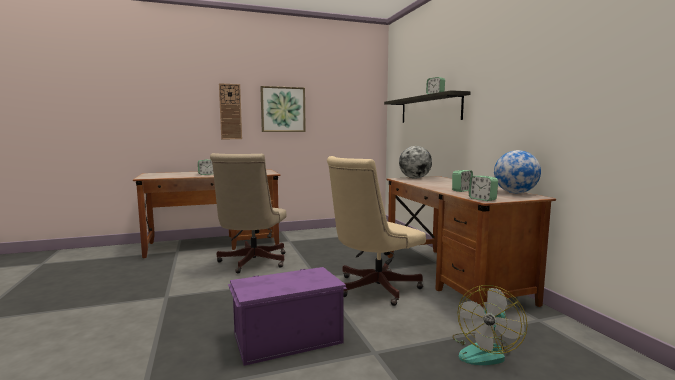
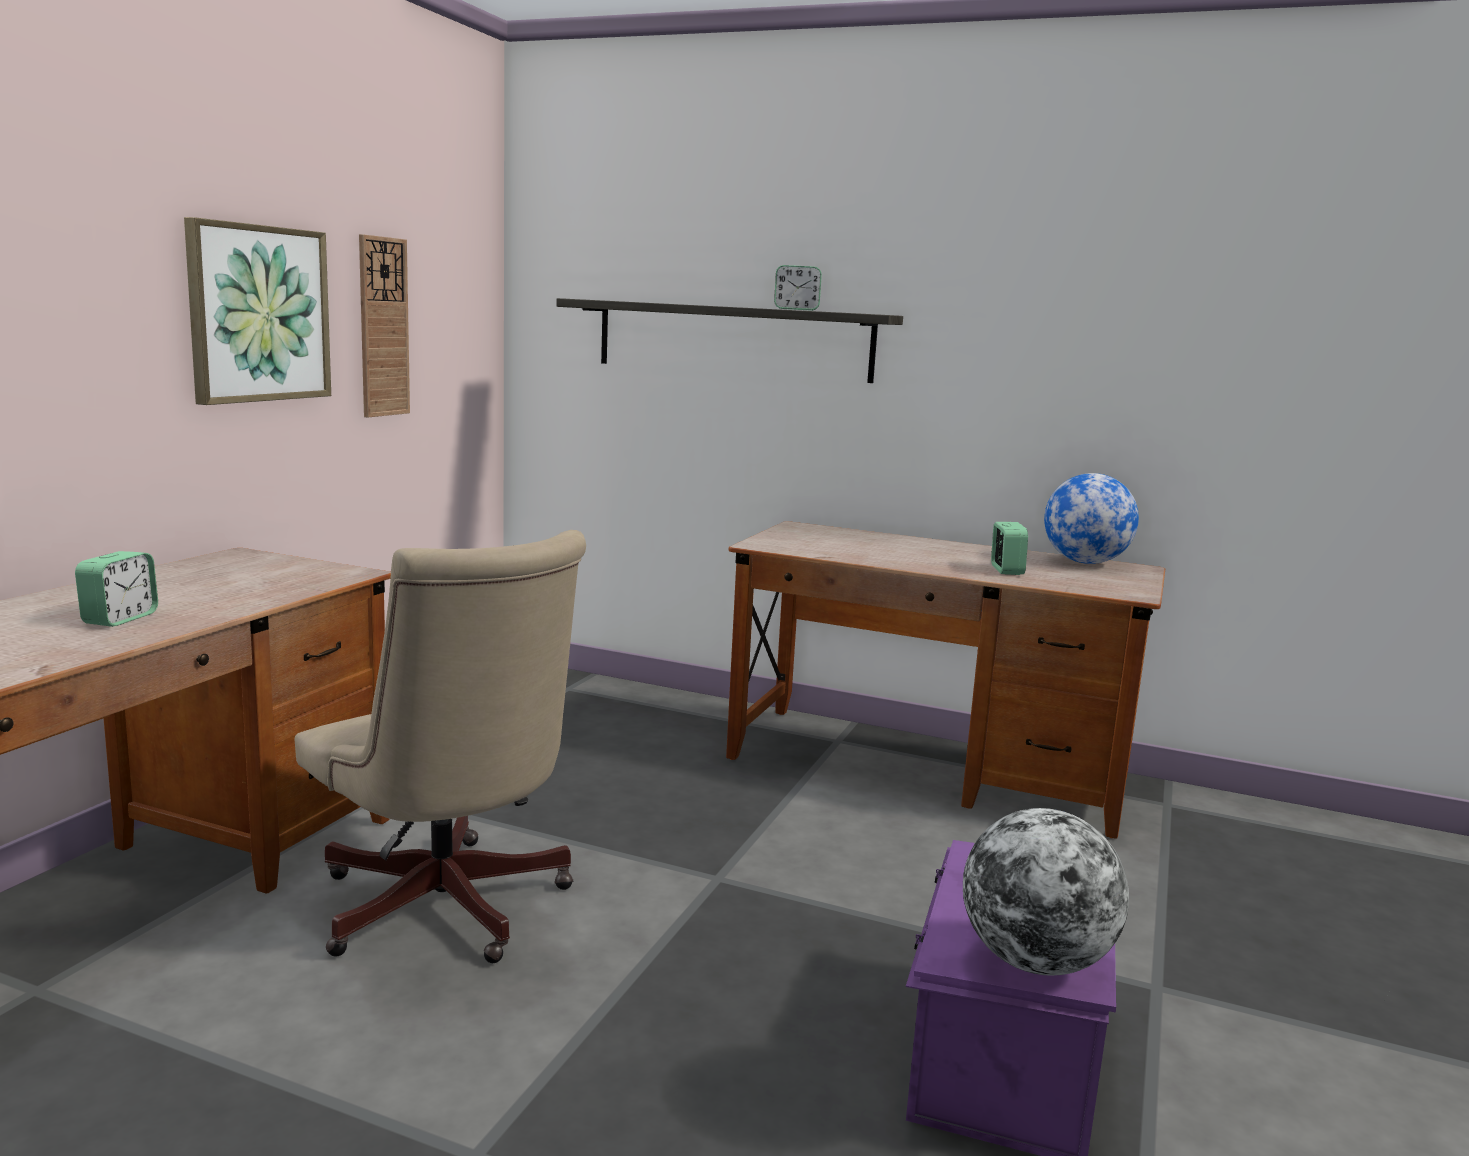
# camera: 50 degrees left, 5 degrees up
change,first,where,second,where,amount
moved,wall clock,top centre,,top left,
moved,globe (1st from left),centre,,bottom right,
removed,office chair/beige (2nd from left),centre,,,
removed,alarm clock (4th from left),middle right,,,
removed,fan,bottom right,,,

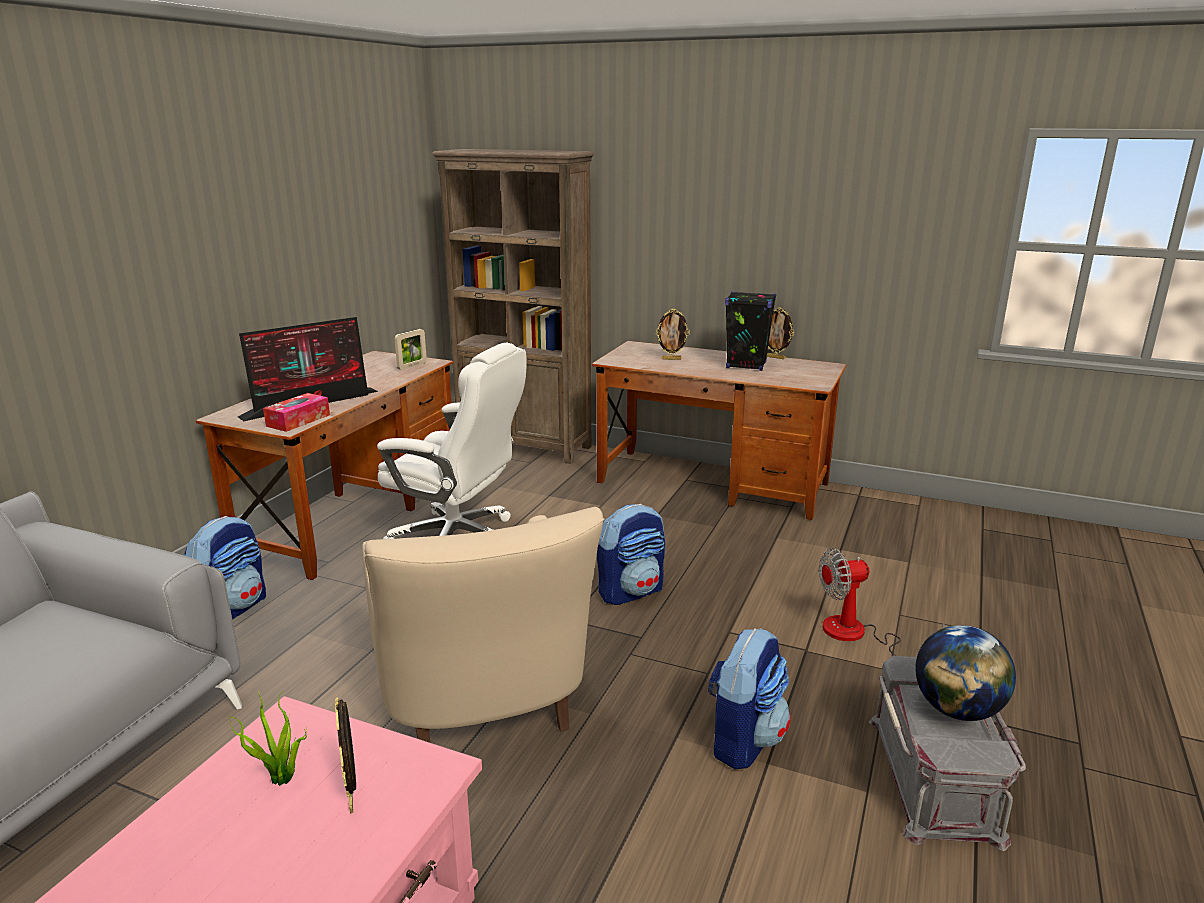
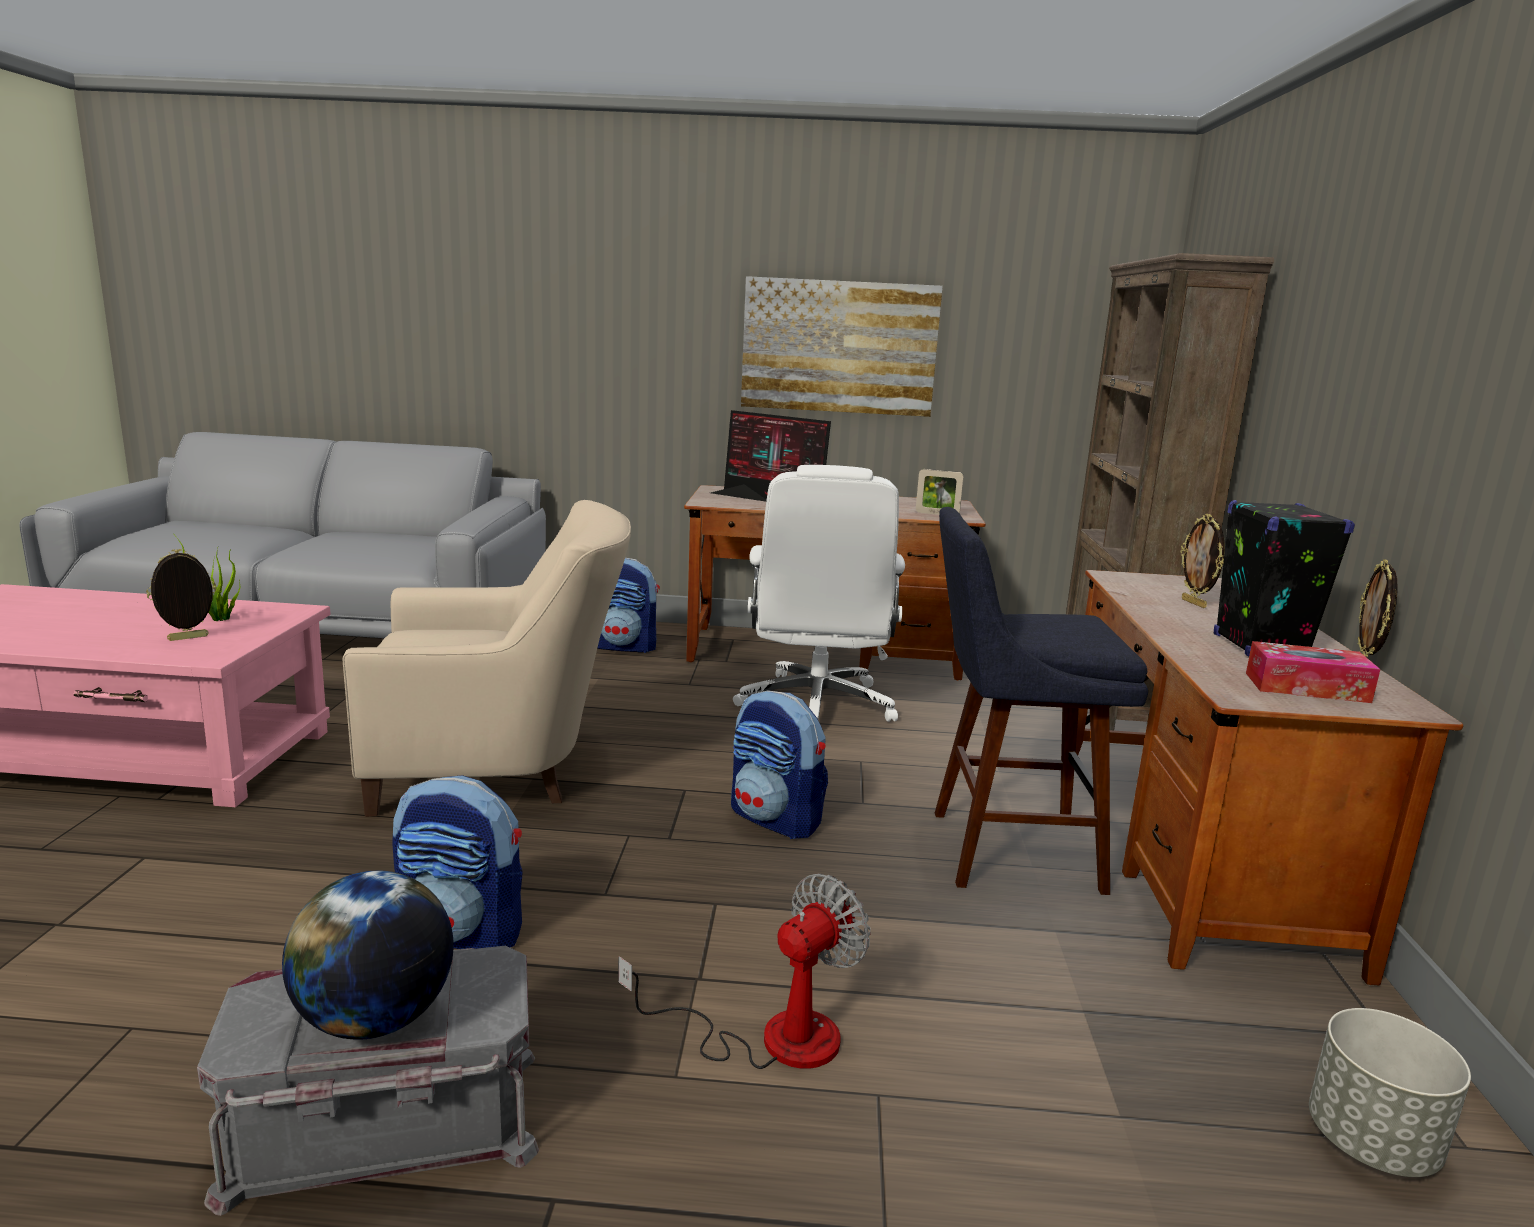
# camera: 70 degrees right, 5 degrees down
change,first,where,second,where,amount
moved,tissue box,middle left,,middle right,
turned,armchair/beige,bottom centre,,middle left,150 degrees counterclockwise
turned,fan,bottom right,,bottom centre,75 degrees clockwise
added,,,picture,top centre,
added,,,stool/blue,middle right,
added,,,planter/grey,bottom right,

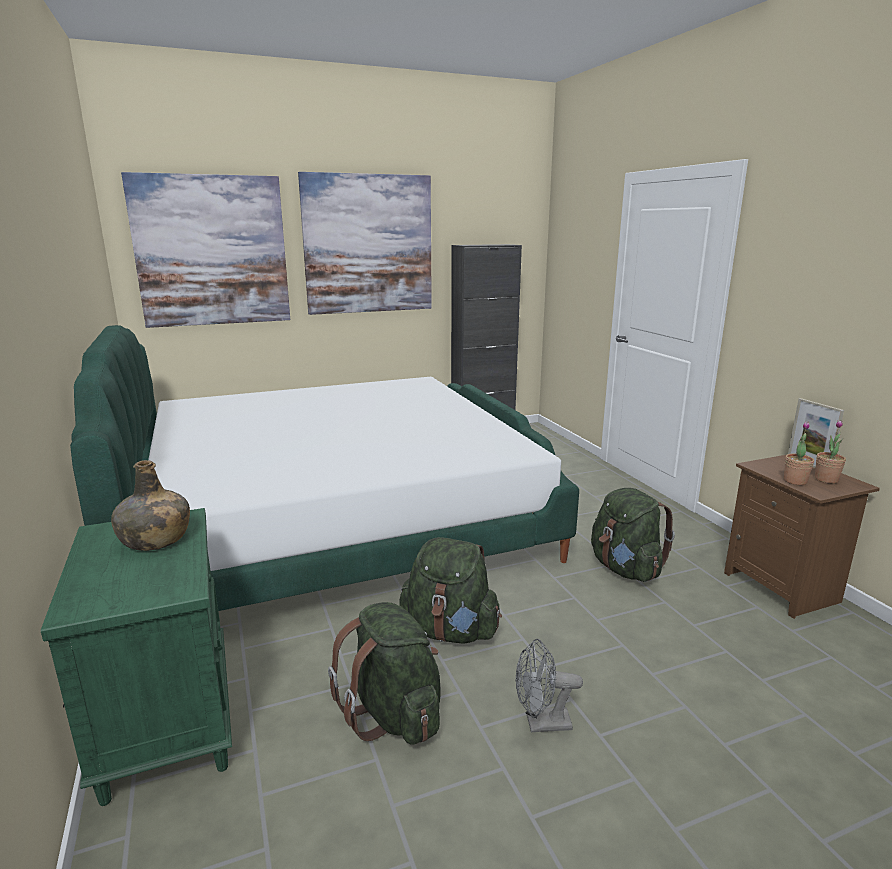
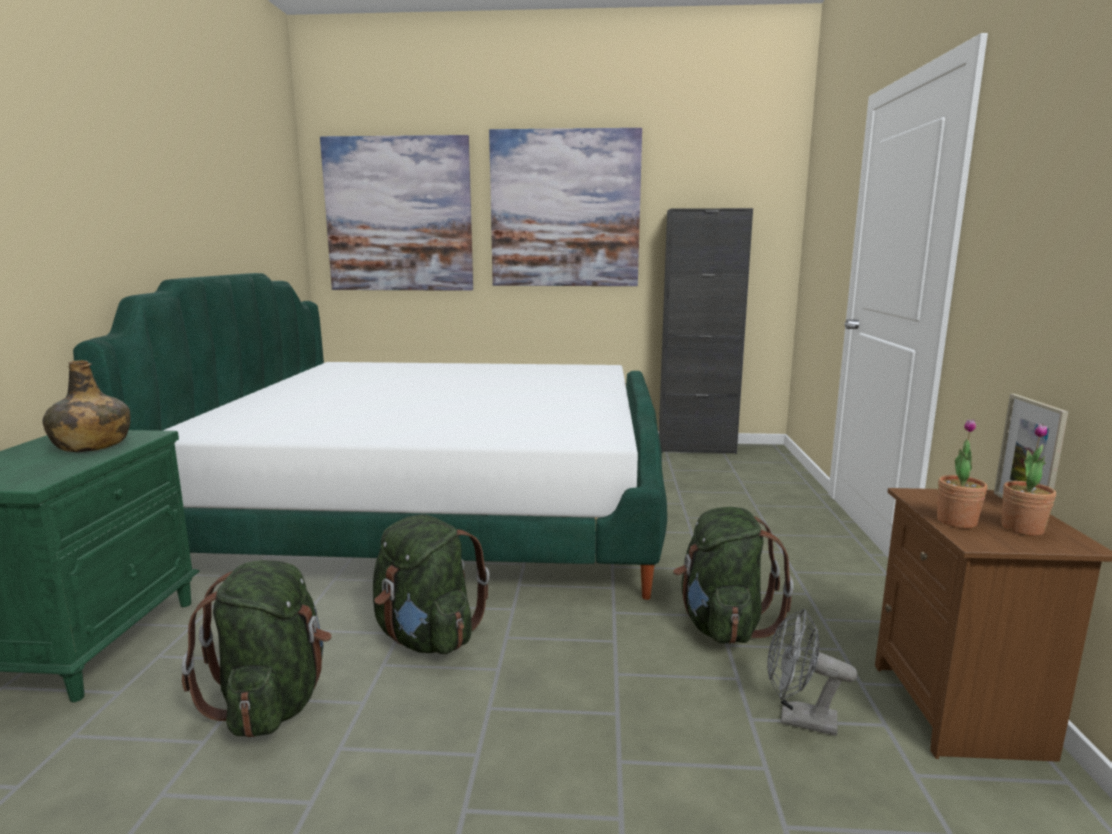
# camera: 25 degrees right, 5 degrees down
change,first,where,second,where,amount
moved,fan/grey,bottom centre,,bottom right,

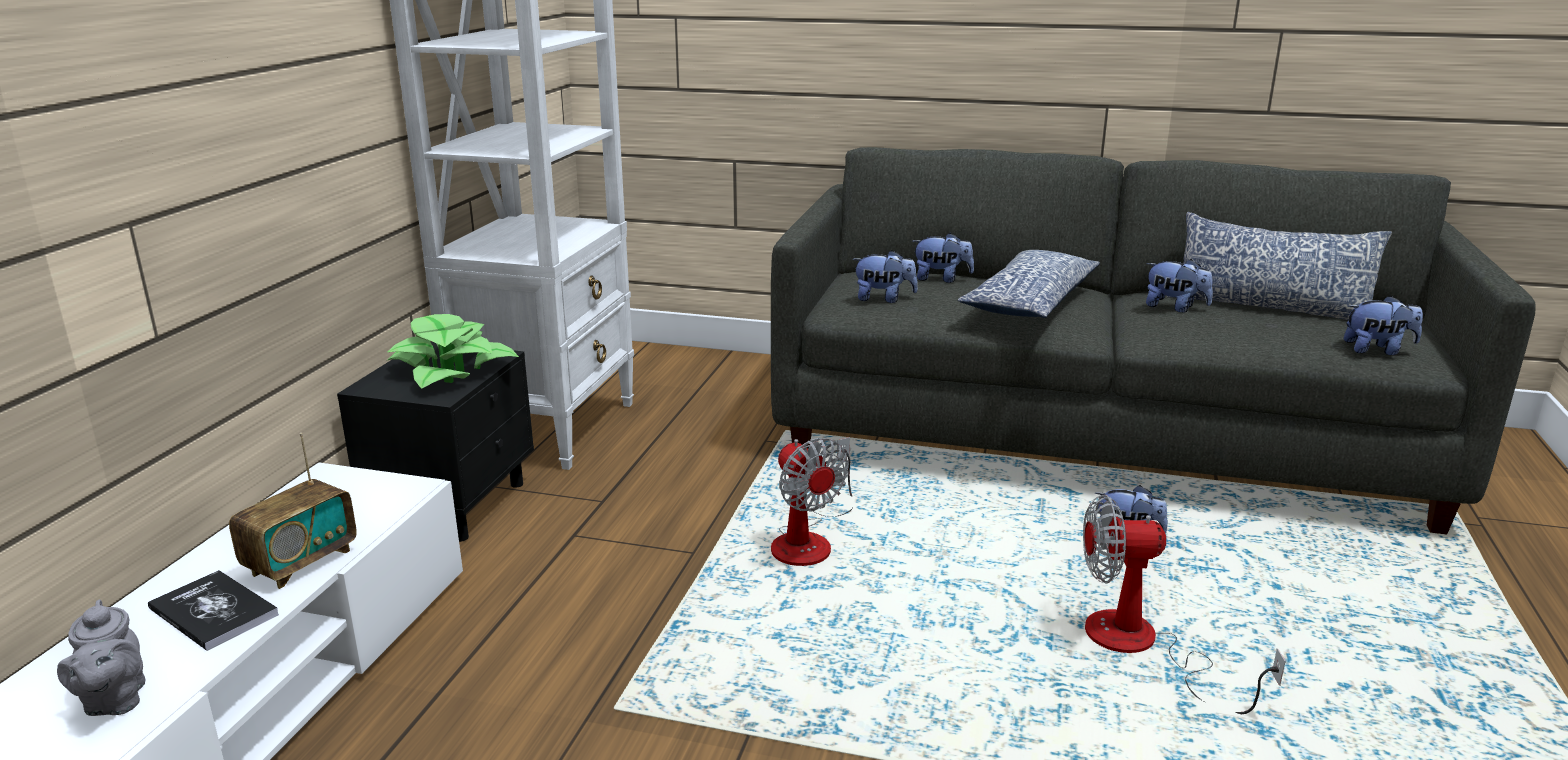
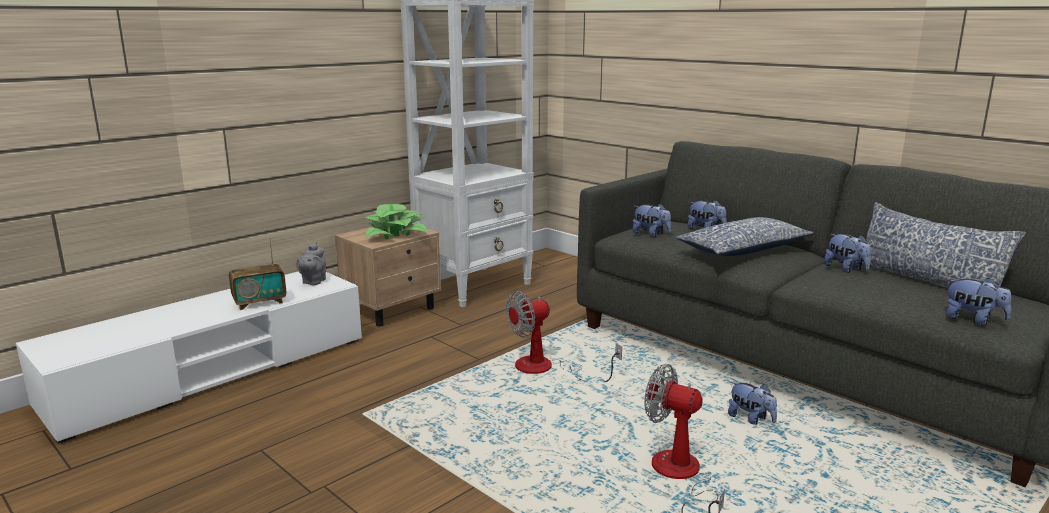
# camera: 30 degrees right, 5 degrees down
change,first,where,second,where,amount
recoloured,nightstand/black,middle left,nightstand/beige,centre,
turned,fan (1st from left),centre,,centre,60 degrees clockwise
removed,book,bottom left,,,
moved,teapot/grey,bottom left,,middle left,

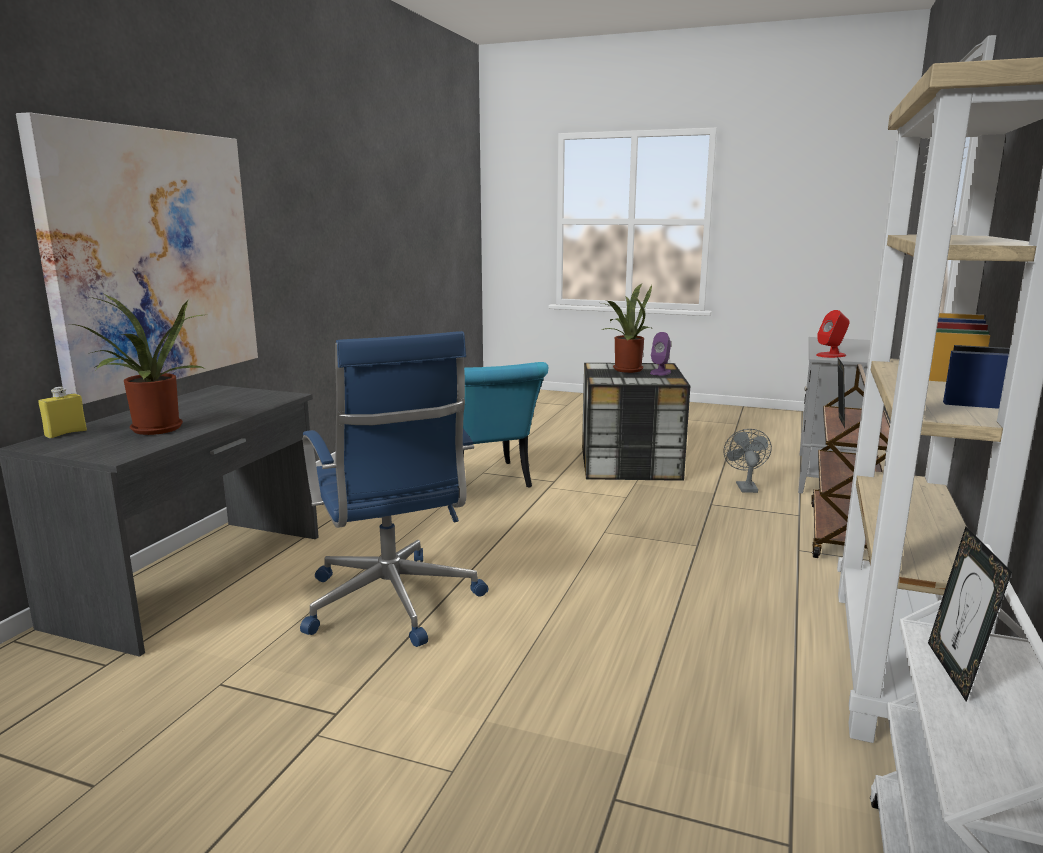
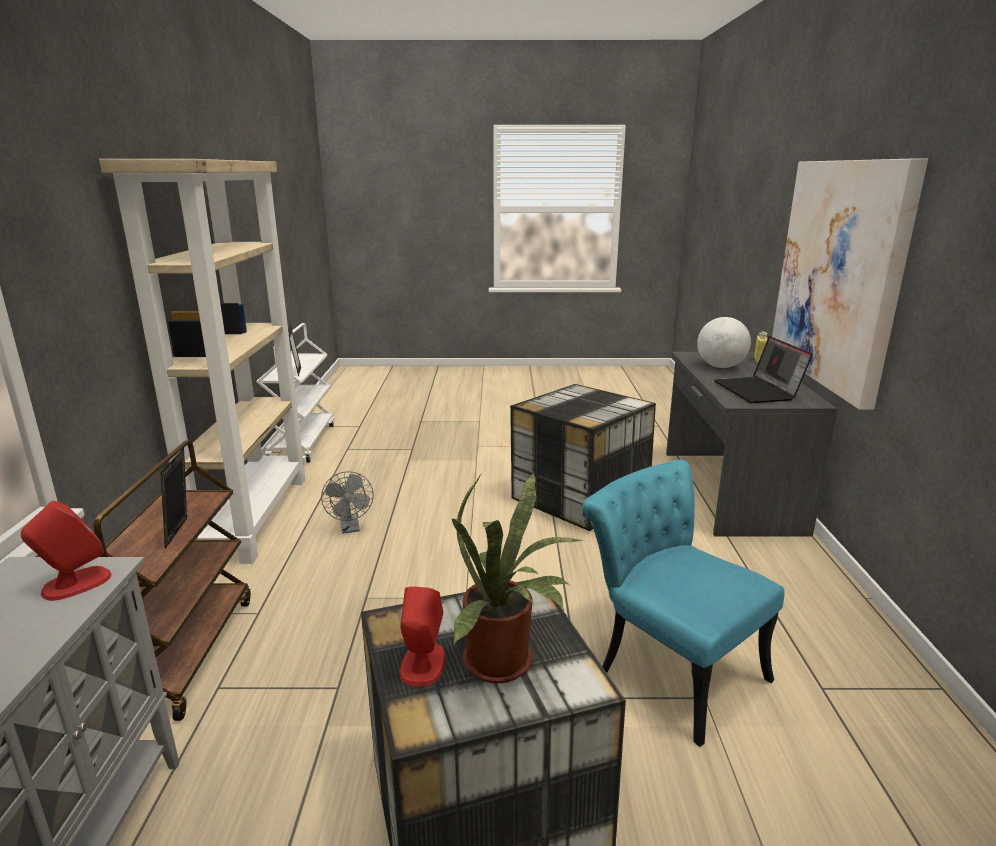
# camera: 160 degrees right, 5 degrees up
change,first,where,second,where,amount
replaced,potted plant (1st from left),middle left,globe,middle right,
replaced,office chair/blue,centre,storage box (2nd from left),centre,
recoloured,speaker/purple,centre,speaker/red (2nd from left),bottom centre,
moved,fan/grey,middle right,,centre,
added,,,laptop,middle right,

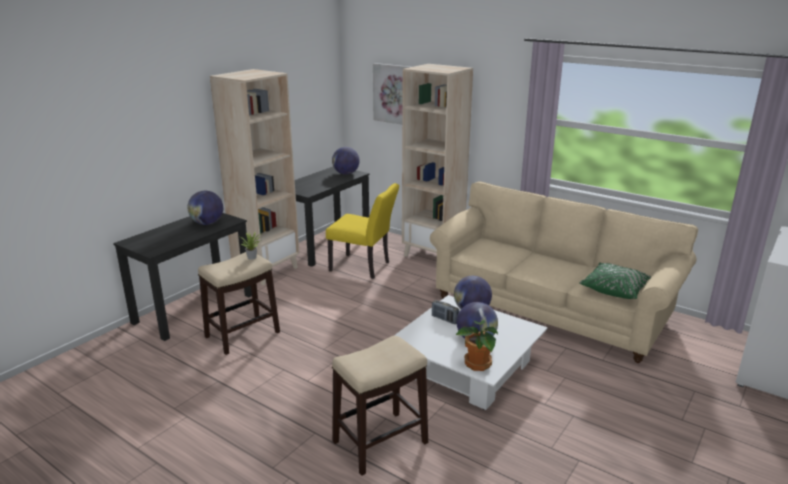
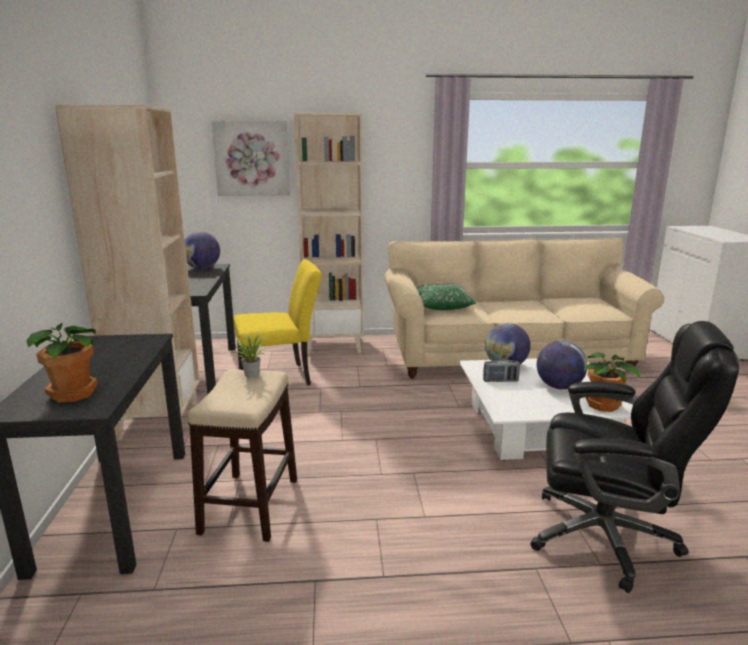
# camera: 40 degrees left, 5 degrees down
change,first,where,second,where,amount
removed,globe (1st from left),middle left,,,
moved,pillow/green,middle right,,centre,
replaced,stool (2nd from left),bottom centre,office chair/black,bottom right,
added,,,potted plant (1st from left),middle left,

